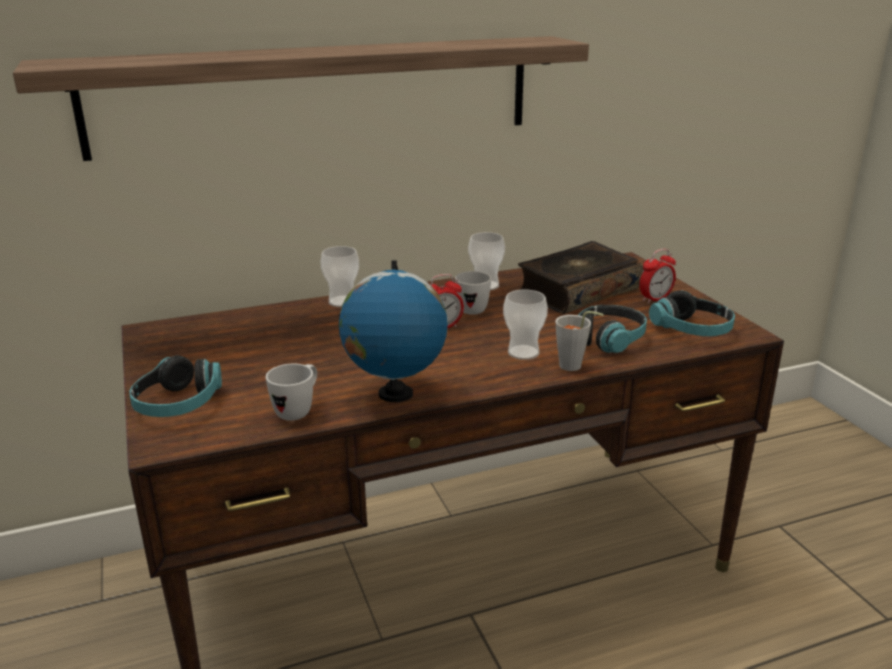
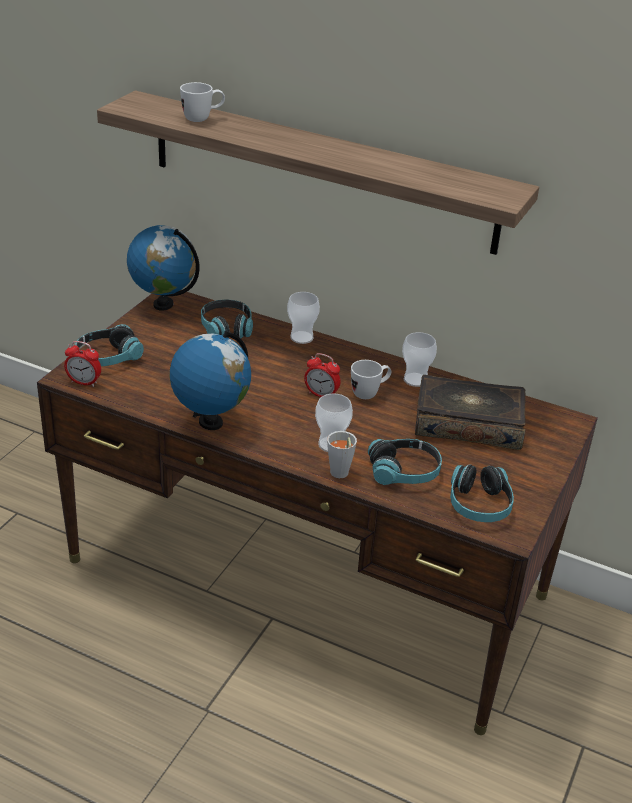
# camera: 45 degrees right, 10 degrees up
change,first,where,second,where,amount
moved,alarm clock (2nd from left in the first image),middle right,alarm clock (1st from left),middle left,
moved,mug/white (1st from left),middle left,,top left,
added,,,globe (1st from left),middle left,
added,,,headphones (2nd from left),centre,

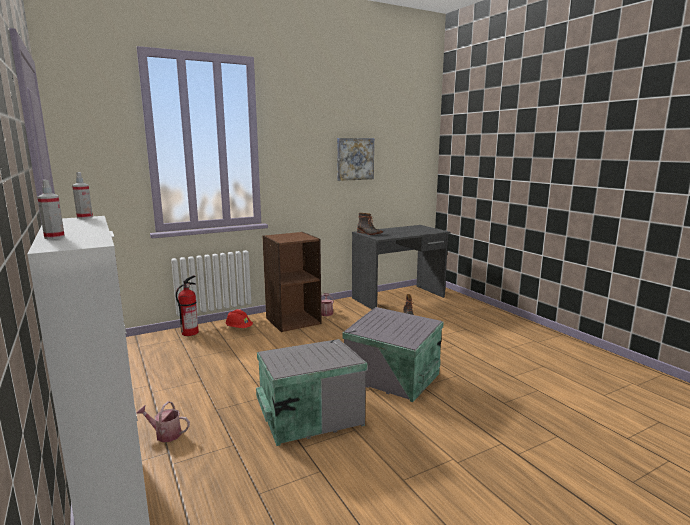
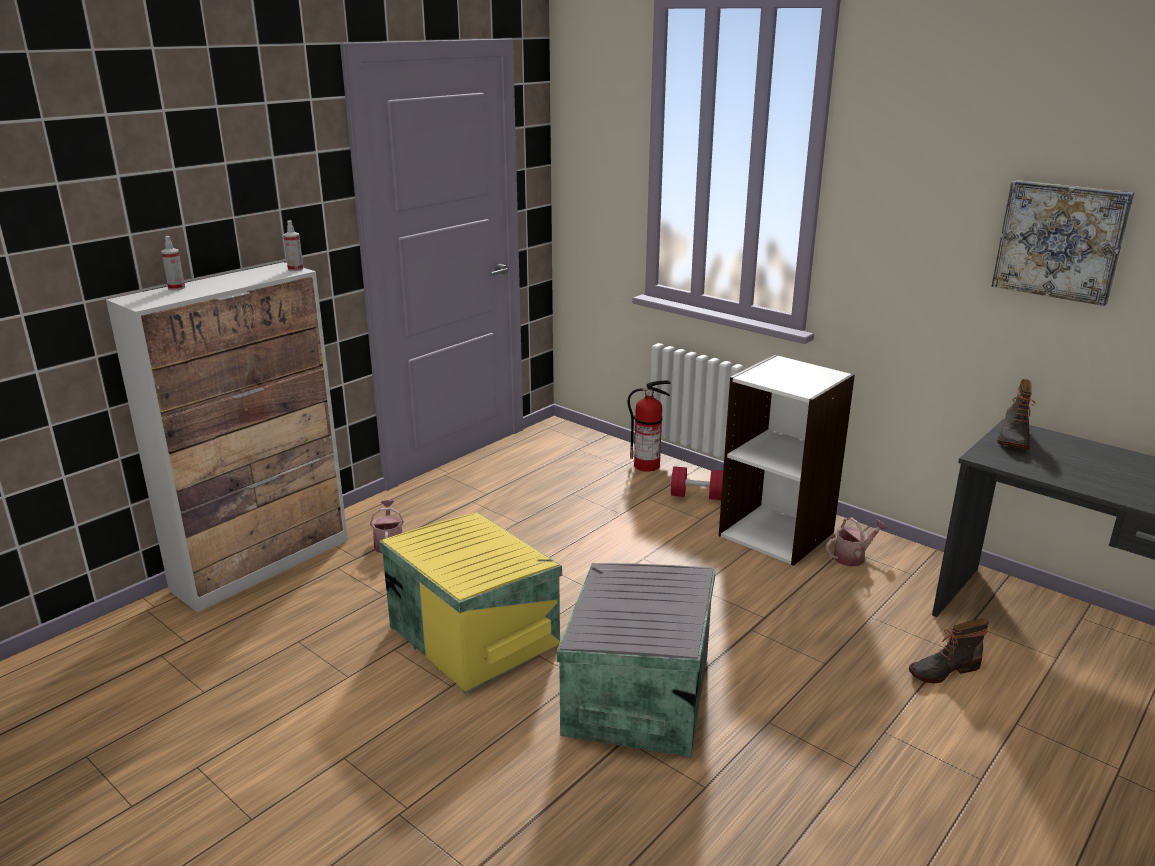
# camera: 70 degrees right, 10 degrees up
change,first,where,second,where,amount
recoloured,bookcase/brown,centre,bookcase/white,middle right,
replaced,hard hat/red,centre,dumbbell/red,centre,
recoloured,storage box/grey (1st from left),bottom centre,storage box/yellow,bottom centre,

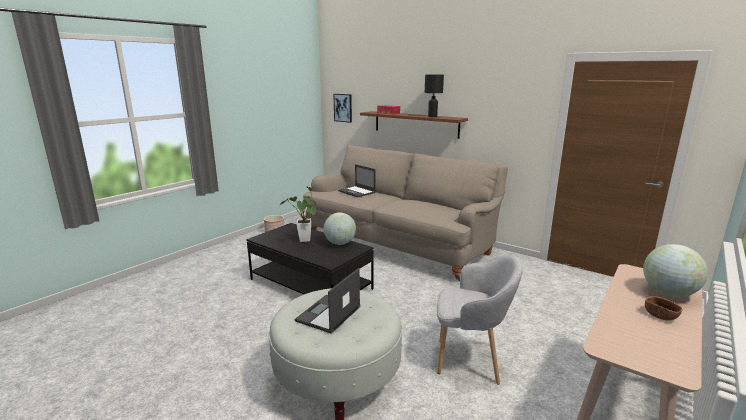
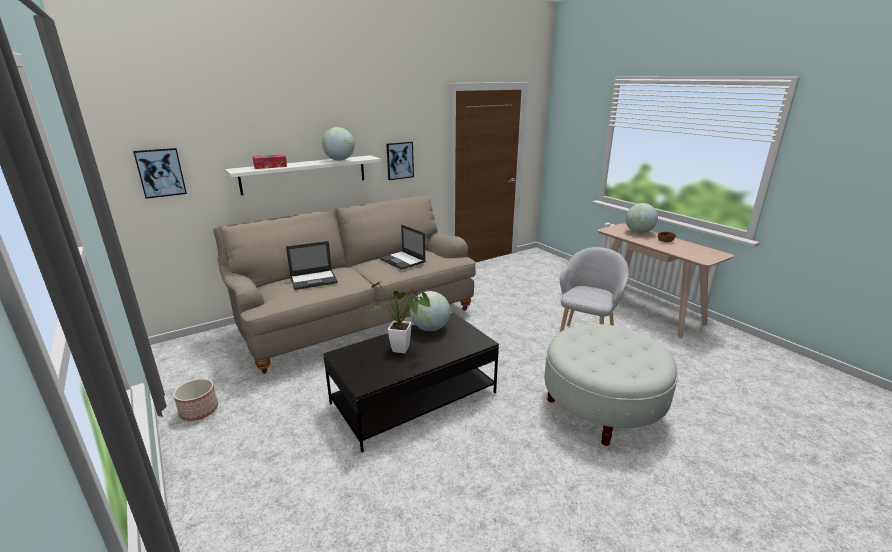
# camera: 70 degrees left, 5 degrees up
change,first,where,second,where,amount
replaced,table lamp/black,top centre,globe (1st from left),top centre,
recoloured,shelf/brown,top centre,shelf/white,top centre,
moved,laptop (1st from left in the first image),bottom centre,laptop (2nd from left),centre,
added,,,picture (2nd from left),top centre,

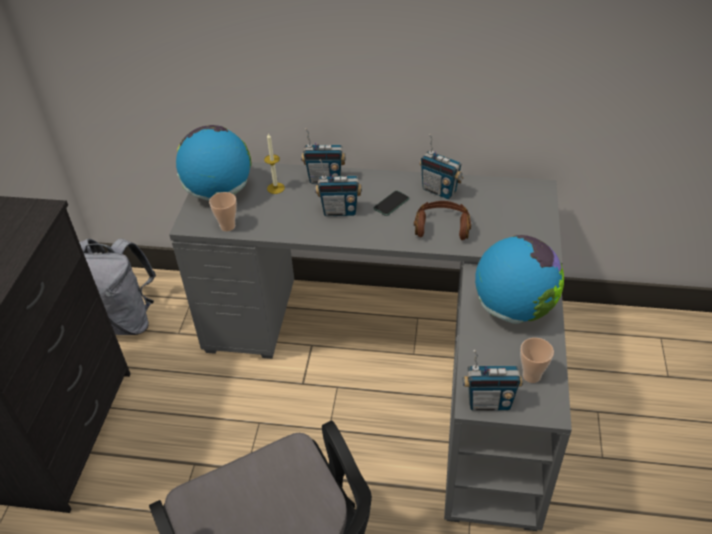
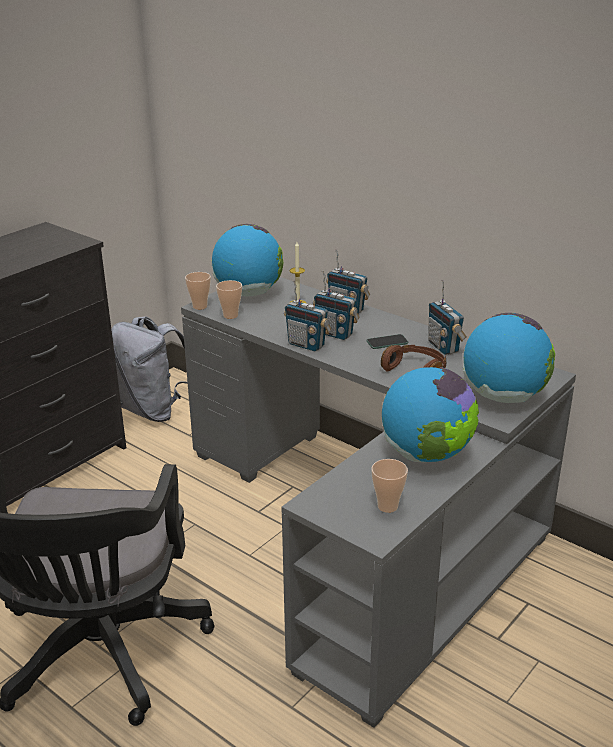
# camera: 30 degrees right, 15 degrees down
change,first,where,second,where,amount
moved,radio (4th from left in the first image),bottom right,radio (1st from left),centre,
added,,,cup (1st from left),middle left,
added,,,globe (3rd from left),middle right,

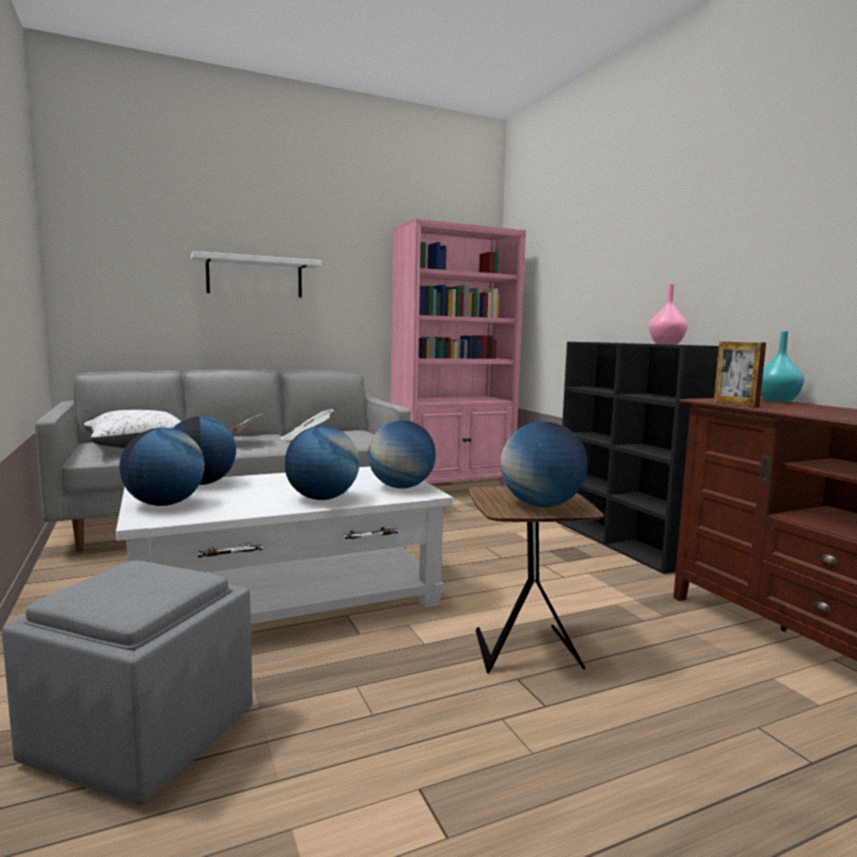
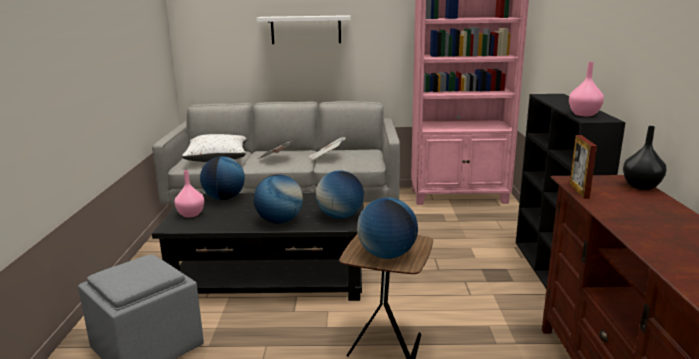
# camera: 25 degrees right, 10 degrees up
change,first,where,second,where,amount
recoloured,vase/turquoise,middle right,vase/black,middle right,
replaced,globe (1st from left),middle left,vase/pink (1st from left),middle left,
recoloured,coffee table/white,middle left,coffee table/black,bottom centre,

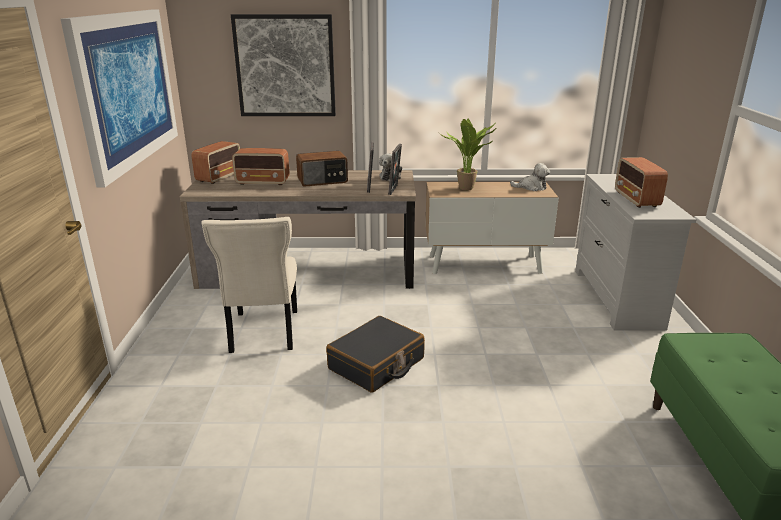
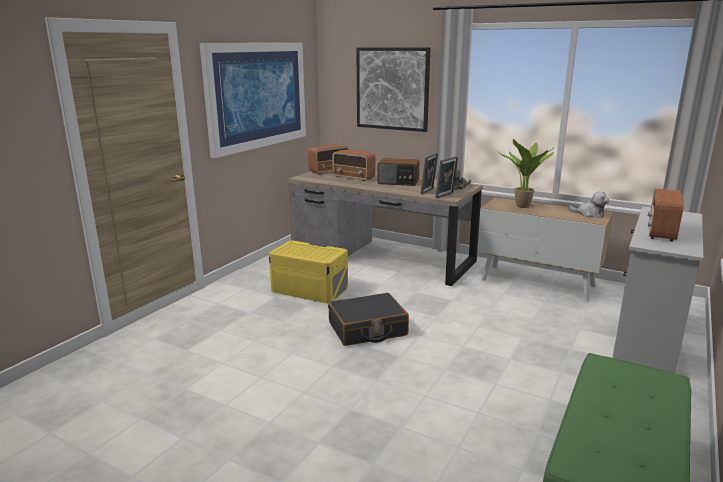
# camera: 30 degrees right, 5 degrees down
change,first,where,second,where,amount
replaced,chair/beige,middle left,storage box/yellow,centre,

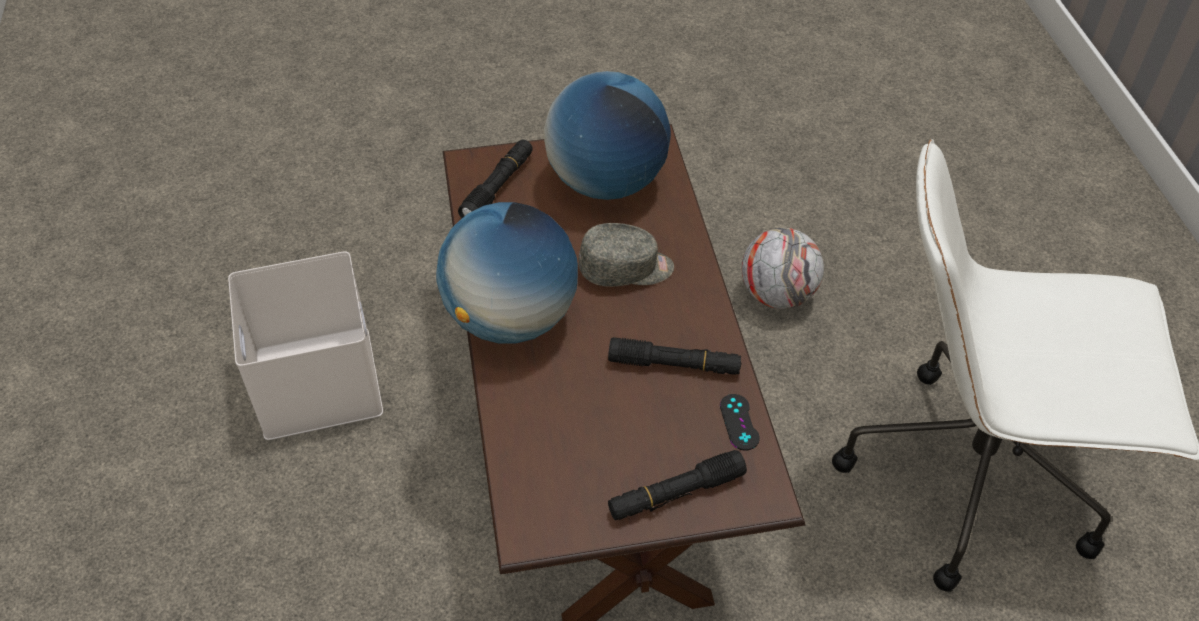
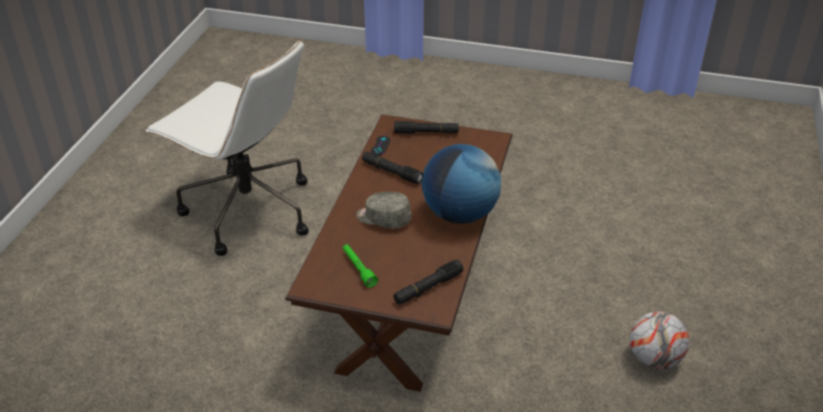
# camera: 155 degrees left, 10 degrees down
change,first,where,second,where,amount
replaced,globe (2nd from left),top centre,flashlight/green,centre,
moved,football,centre,,bottom right,
removed,storage box/white,middle left,,,

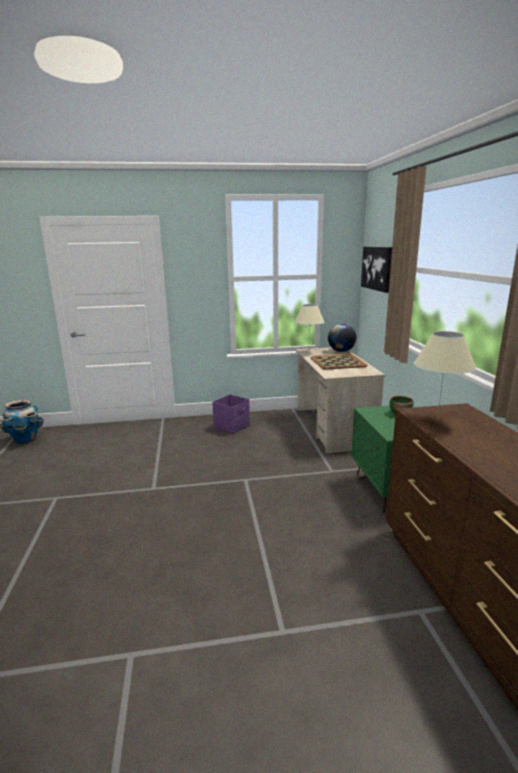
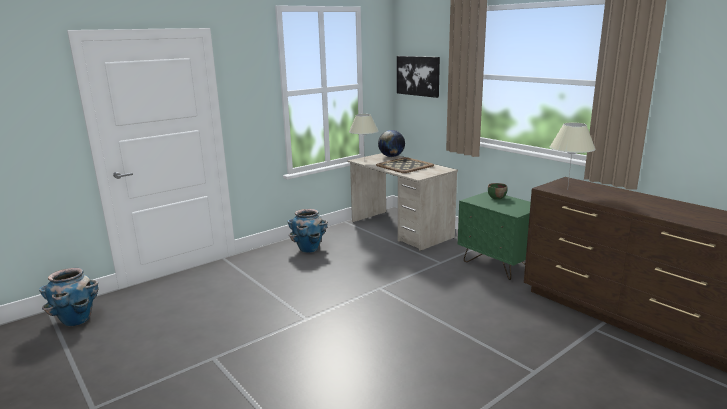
# camera: 30 degrees left, 0 degrees up
change,first,where,second,where,amount
replaced,storage box/purple,centre,planter (2nd from left),centre,

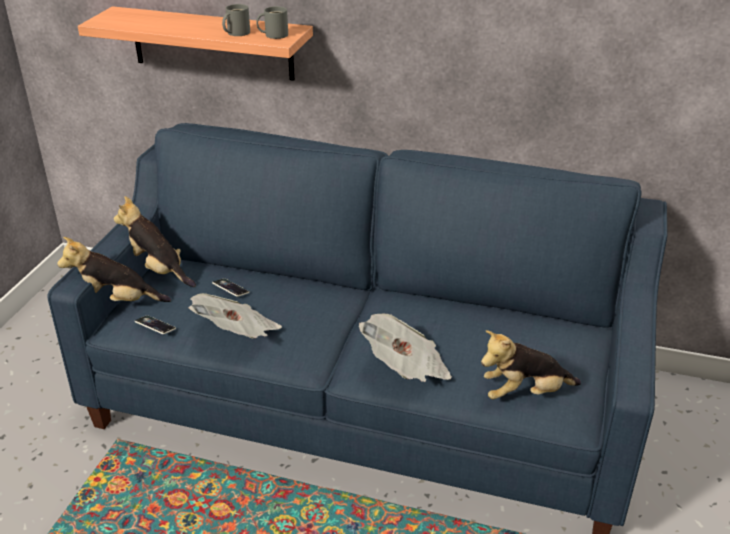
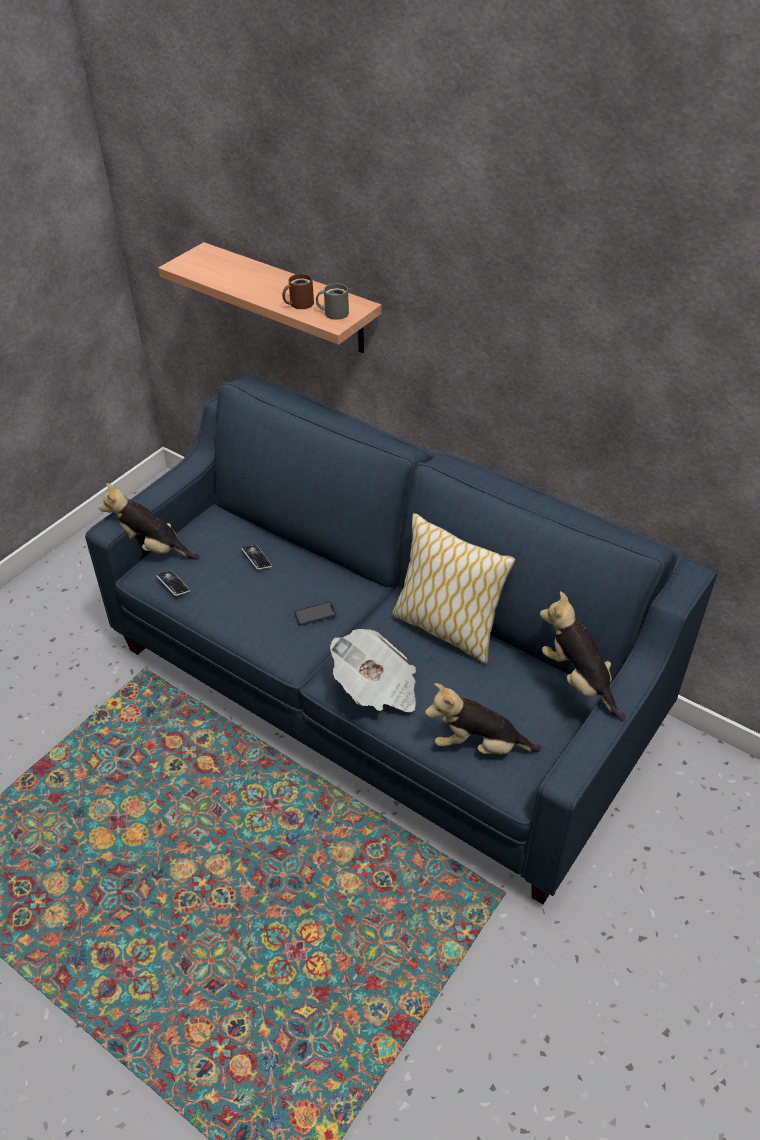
# camera: 20 degrees right, 10 degrees up
change,first,where,second,where,amount
recoloured,mug/grey (1st from left),top left,mug/brown,top centre,
moved,plush toy (2nd from left in the first image),middle left,plush toy (3rd from left),middle right,
removed,newspaper (1st from left),middle left,,,
added,,,pillow,centre,
added,,,phone (3rd from left),centre,

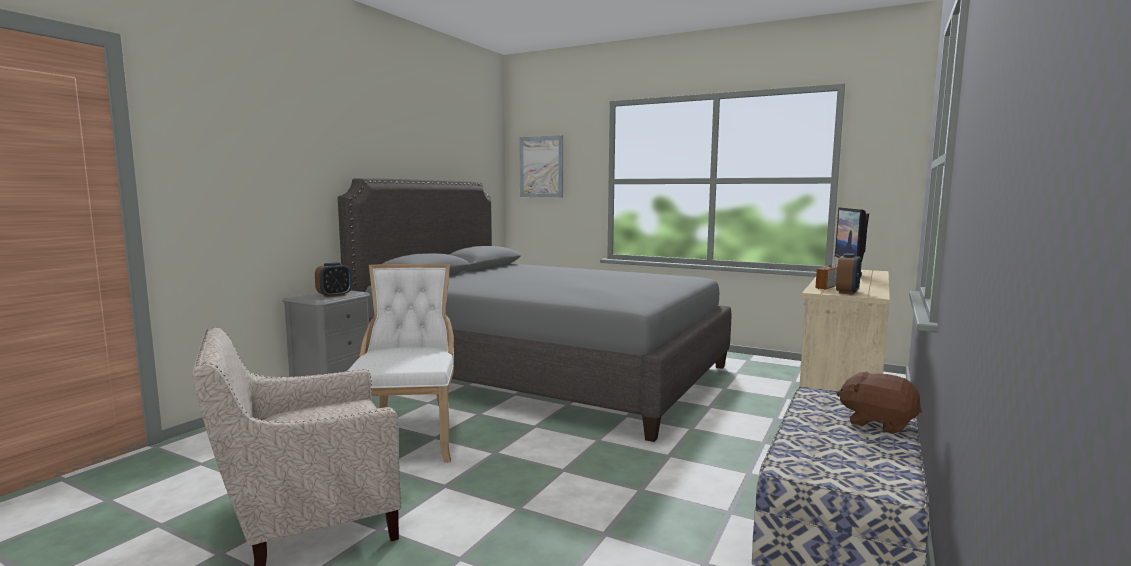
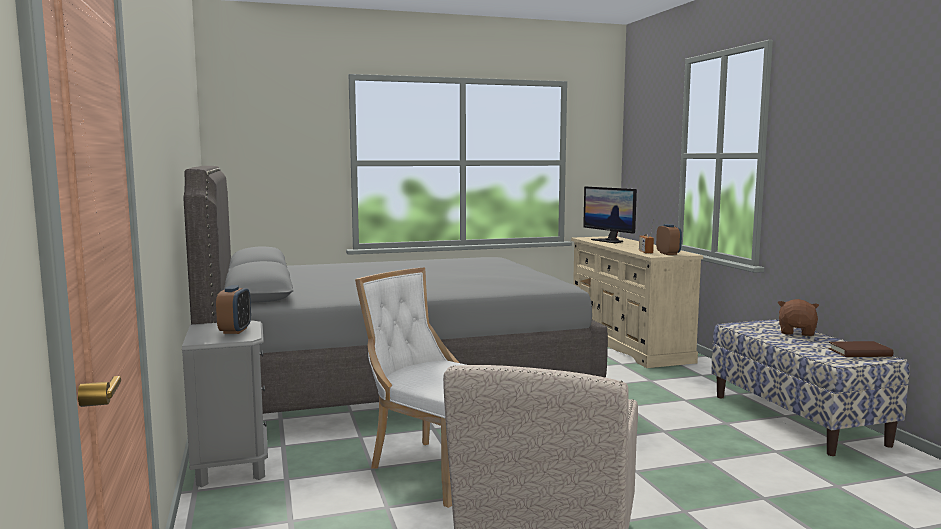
# camera: 45 degrees left, 0 degrees up
change,first,where,second,where,amount
removed,picture,top centre,,,
turned,plush toy/brown,bottom right,,middle right,120 degrees clockwise
added,,,book/brown,middle right,

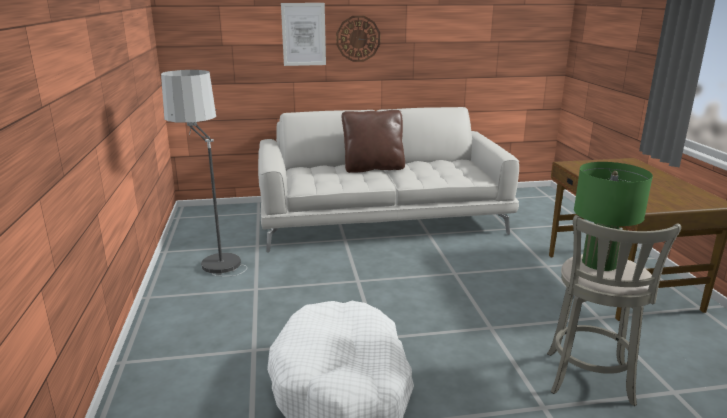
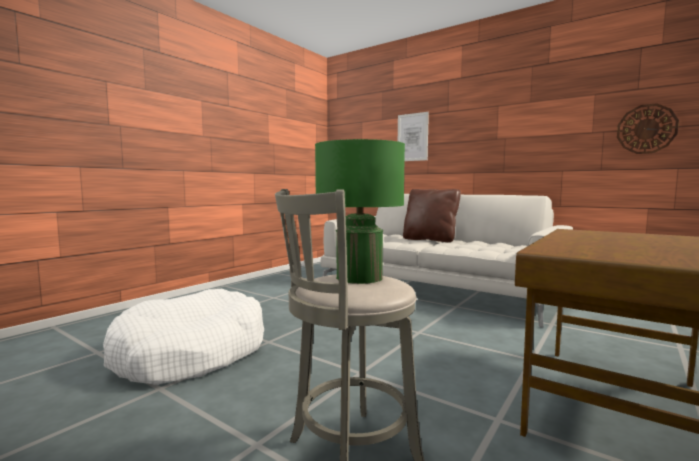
# camera: 45 degrees right, 15 degrees down
change,first,where,second,where,amount
moved,wall clock,top centre,,top right,
removed,floor lamp,middle left,,,

